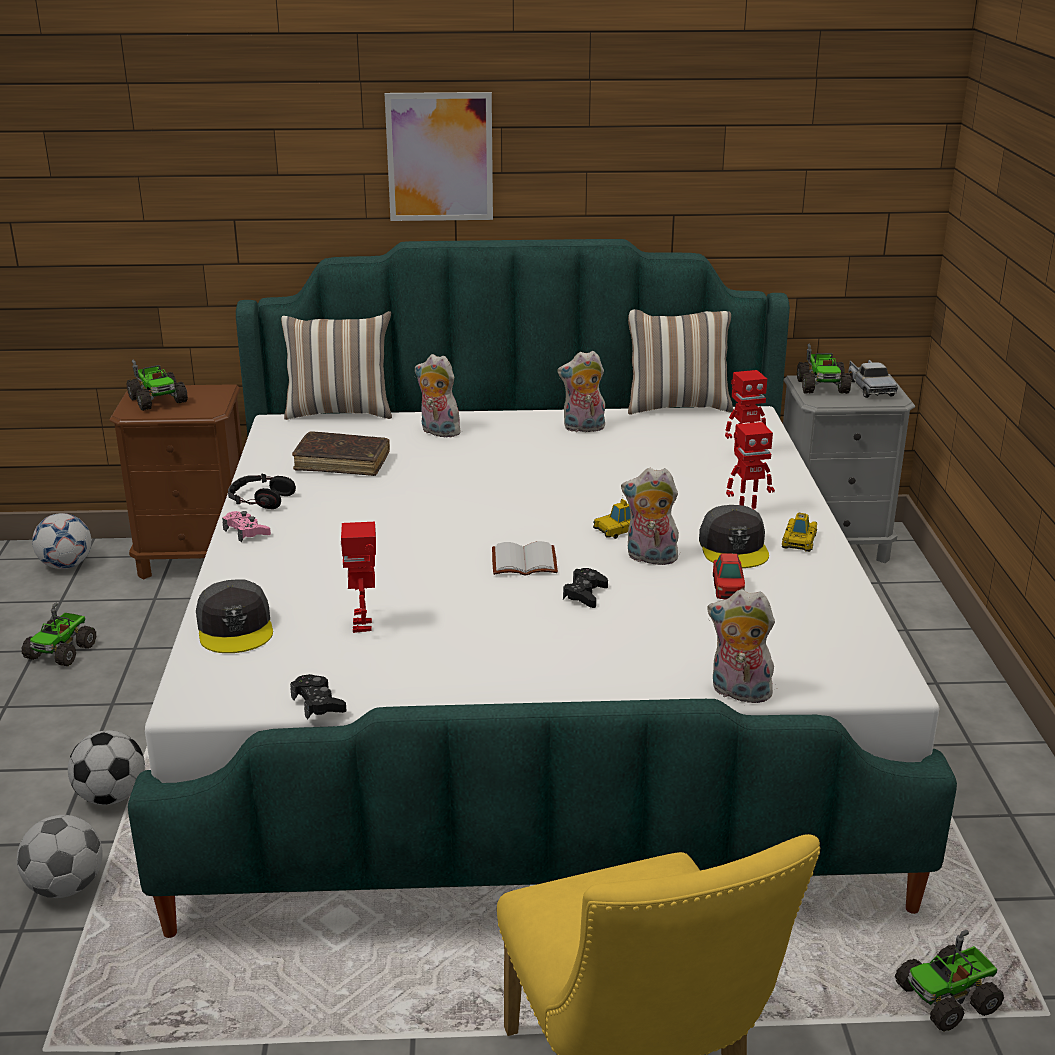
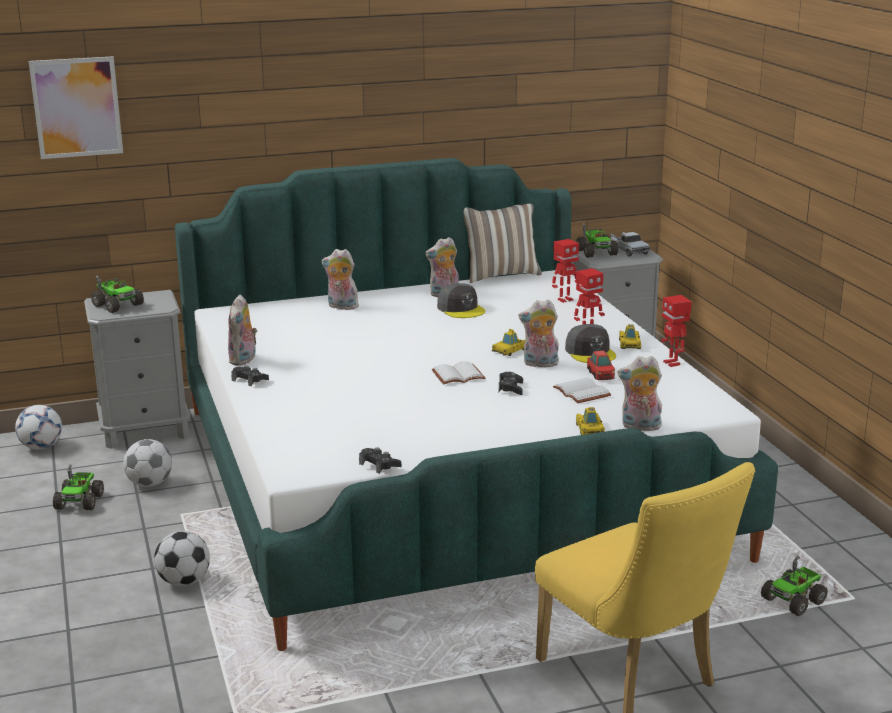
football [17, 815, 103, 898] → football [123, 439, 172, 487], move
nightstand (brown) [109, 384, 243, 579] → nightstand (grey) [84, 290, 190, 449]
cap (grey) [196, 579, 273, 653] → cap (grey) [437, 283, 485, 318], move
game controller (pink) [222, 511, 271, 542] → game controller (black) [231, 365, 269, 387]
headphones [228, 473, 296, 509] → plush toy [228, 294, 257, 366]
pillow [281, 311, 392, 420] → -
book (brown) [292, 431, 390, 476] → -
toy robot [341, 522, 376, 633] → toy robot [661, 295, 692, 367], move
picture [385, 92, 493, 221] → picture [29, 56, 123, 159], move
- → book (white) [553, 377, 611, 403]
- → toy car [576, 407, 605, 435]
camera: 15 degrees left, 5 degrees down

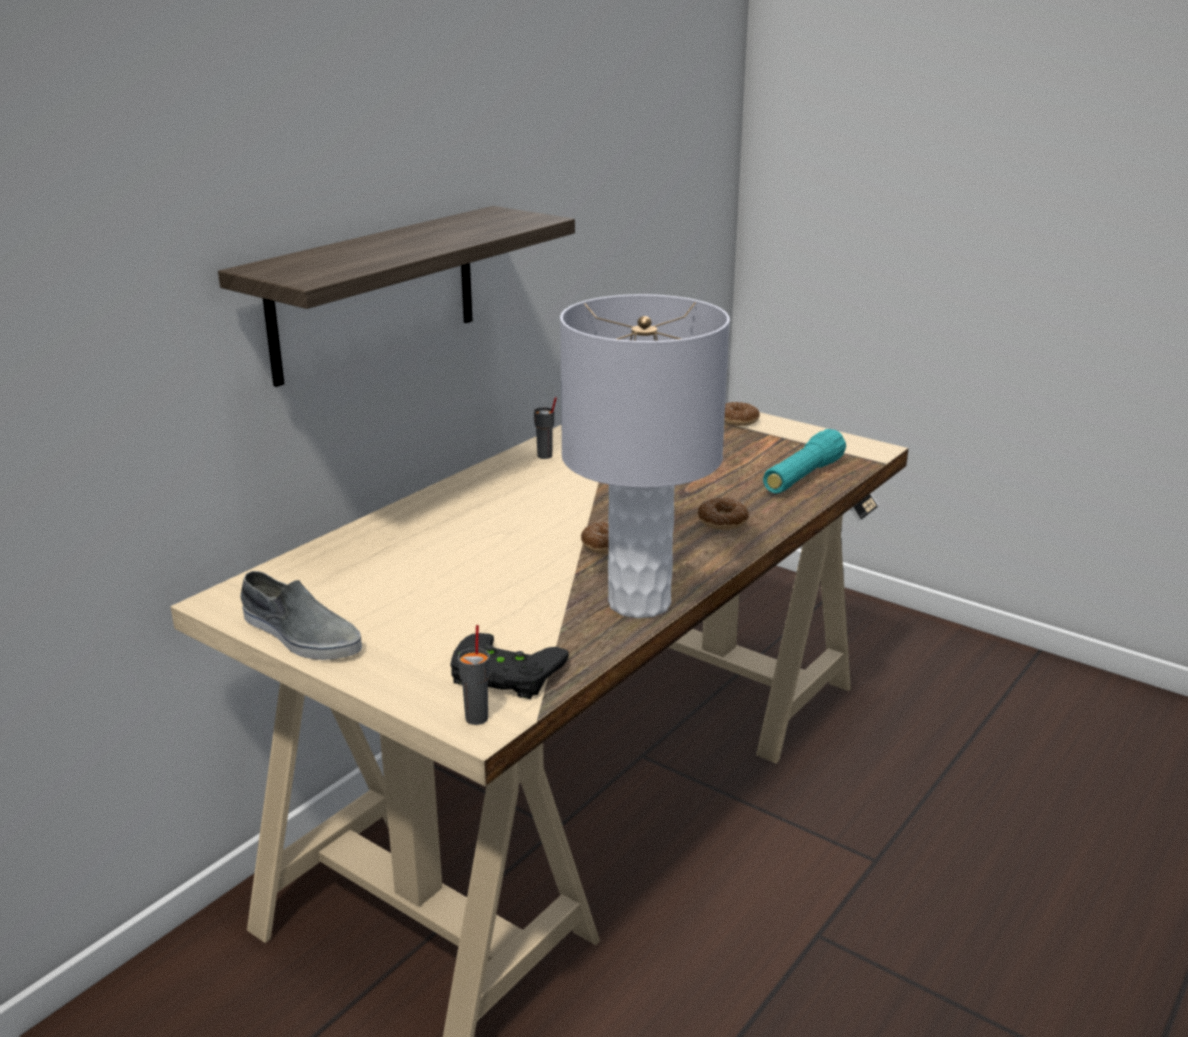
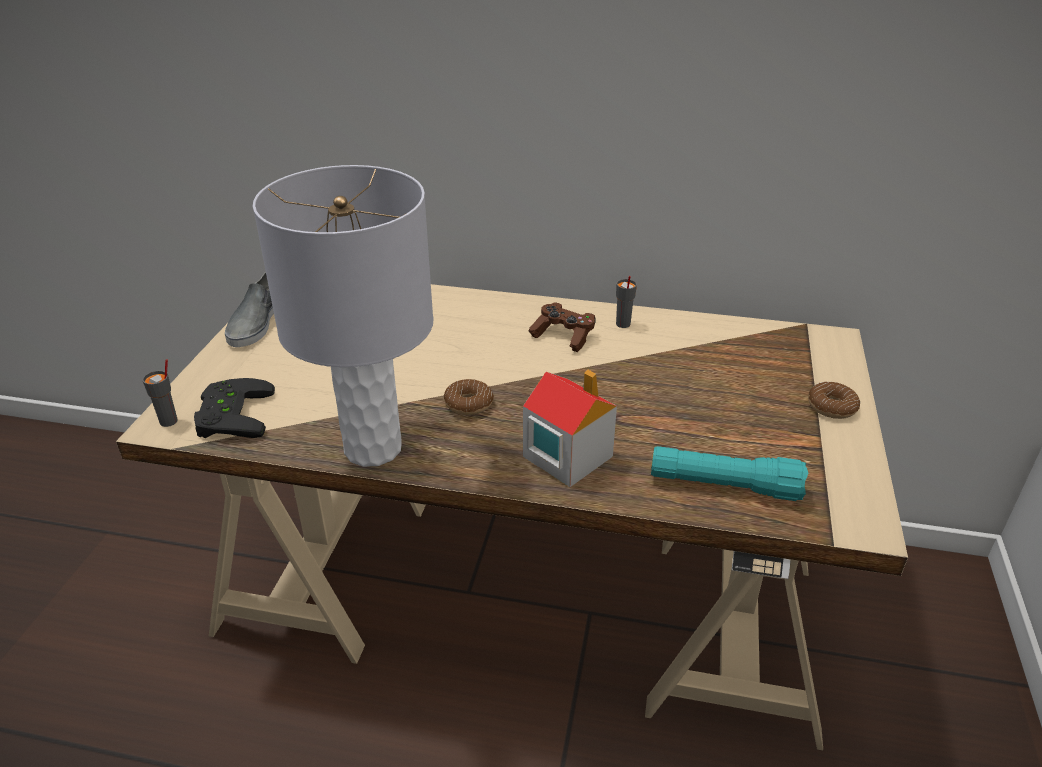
shelf [218, 206, 575, 387] → -
donut [698, 497, 749, 530] → toy house [523, 369, 617, 487]
- → game controller (brown) [528, 302, 596, 352]
camera: 65 degrees right, 10 degrees up

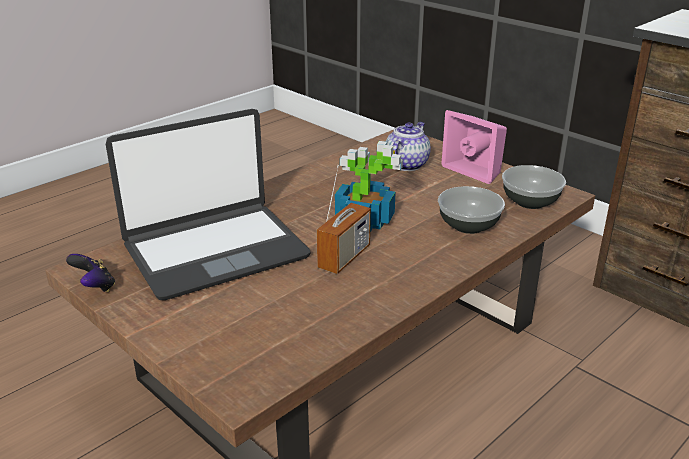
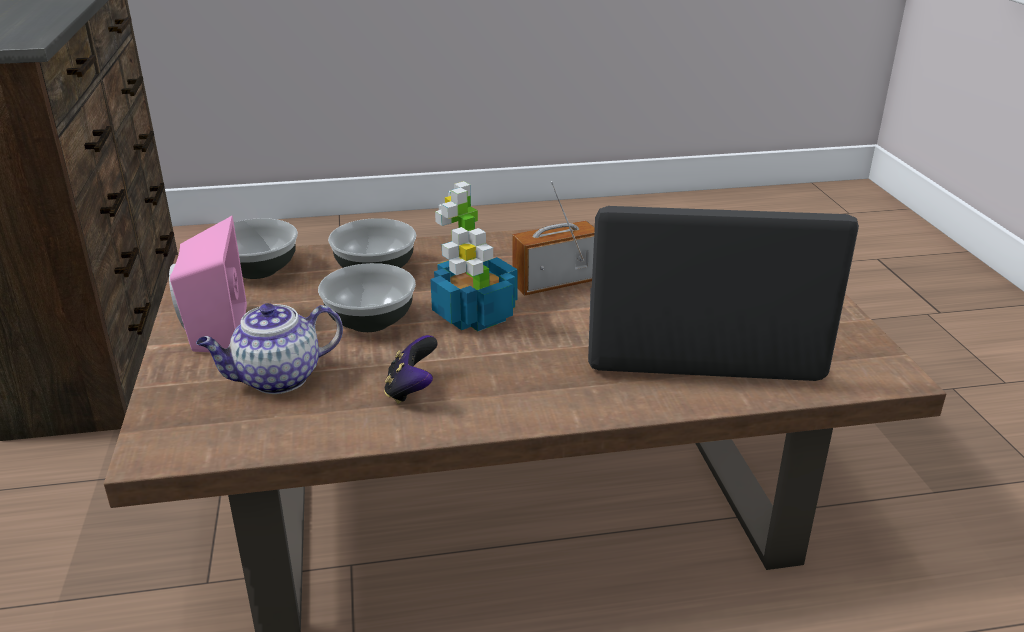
game controller [66, 254, 116, 292] → game controller [384, 335, 438, 404], move
- → bowl [318, 263, 416, 332]
camera: 145 degrees left, 0 degrees up

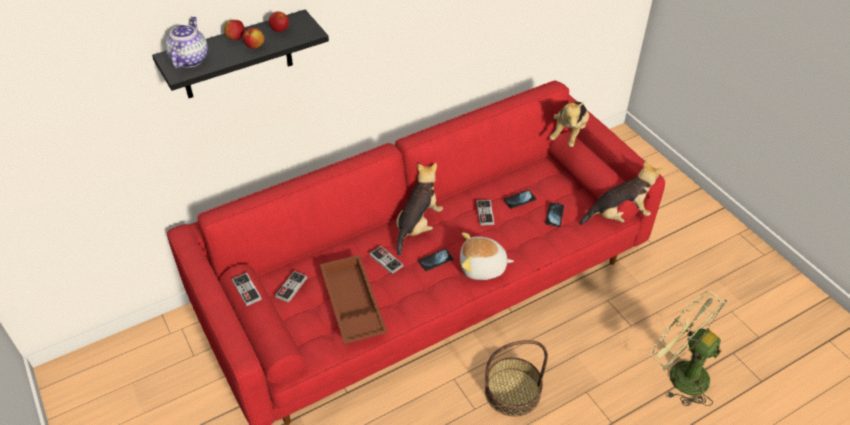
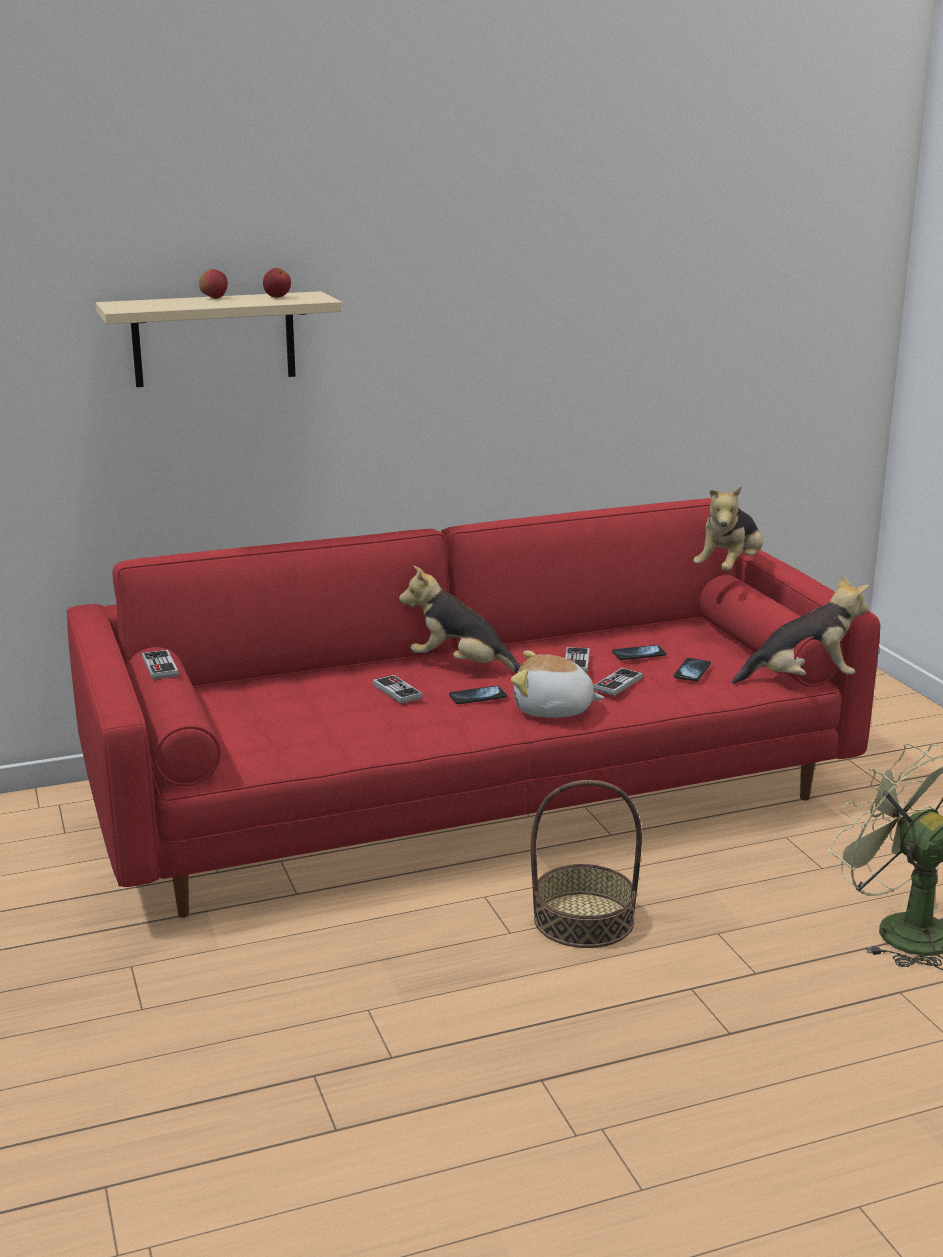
shelf (black) [152, 10, 329, 98] → shelf (beige) [96, 291, 342, 387]
teapot [165, 17, 208, 68] → -
apple [242, 28, 265, 49] → -
game controller [275, 271, 307, 303] → game controller [593, 668, 643, 696], move
tray (brown) [320, 255, 387, 344] → -
plush toy [396, 163, 443, 256] → plush toy [399, 566, 521, 673], 105 degrees counterclockwise
camera: 10 degrees right, 25 degrees down

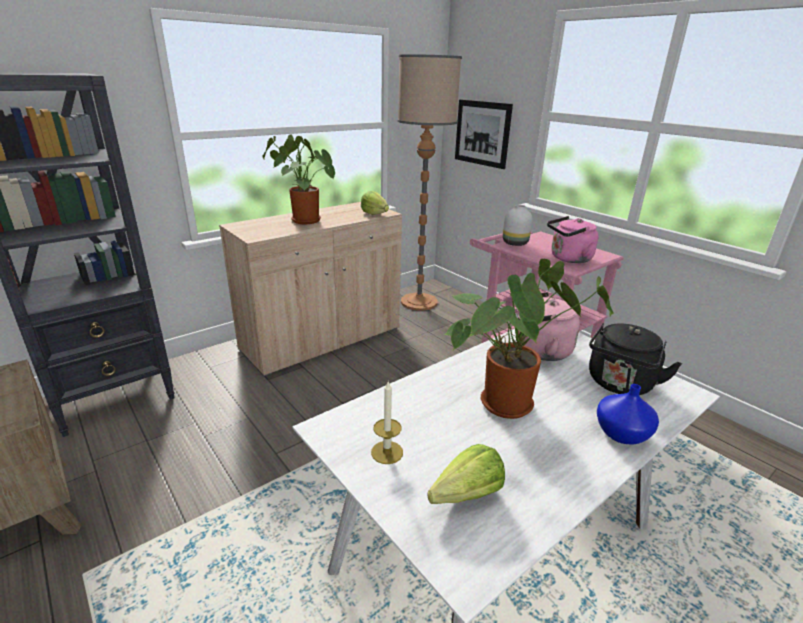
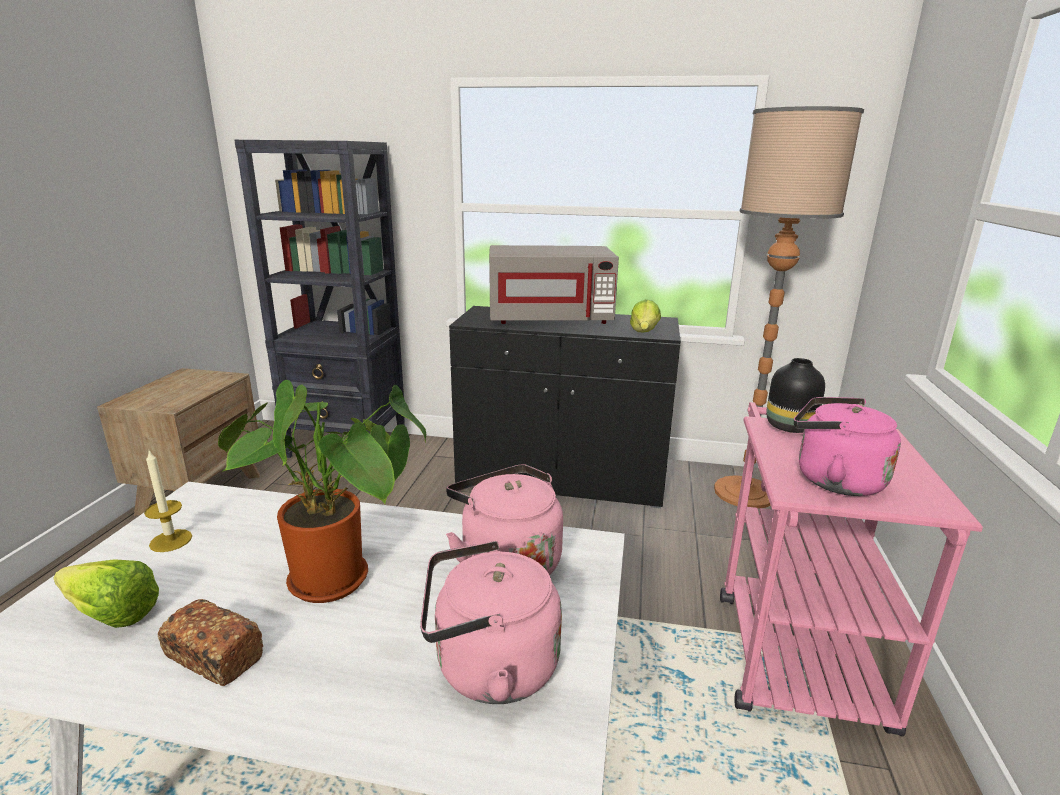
cabinet (beige) [219, 202, 402, 376] → cabinet (black) [449, 306, 680, 508]
potted plant [262, 134, 335, 224] → microwave (grey) [489, 245, 619, 324]
picture [455, 99, 513, 169] → -
vase (white) [503, 205, 533, 246] → vase (black) [766, 358, 825, 433]
kettle (black) [589, 323, 682, 395] → kettle (pink) [420, 541, 562, 704]
vase (blue) [597, 384, 659, 445] → -
- → bread [158, 599, 263, 686]
camera: 50 degrees right, 5 degrees down

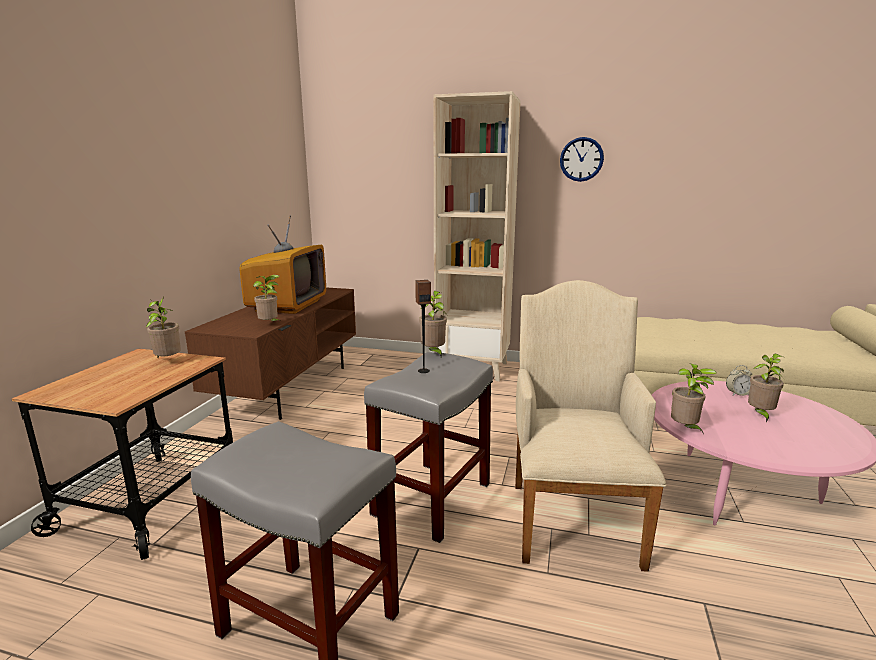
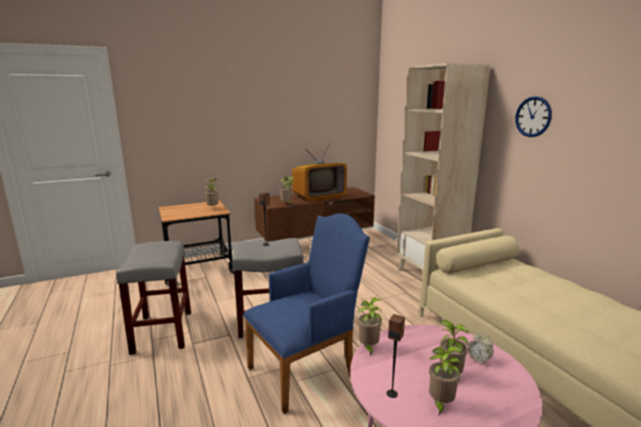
potted plant [419, 291, 447, 357] → potted plant [429, 346, 462, 415], move
armchair (beige) [515, 280, 666, 572] → armchair (blue) [243, 214, 370, 414]
- → speaker [387, 314, 405, 398]
camera: 50 degrees right, 0 degrees up

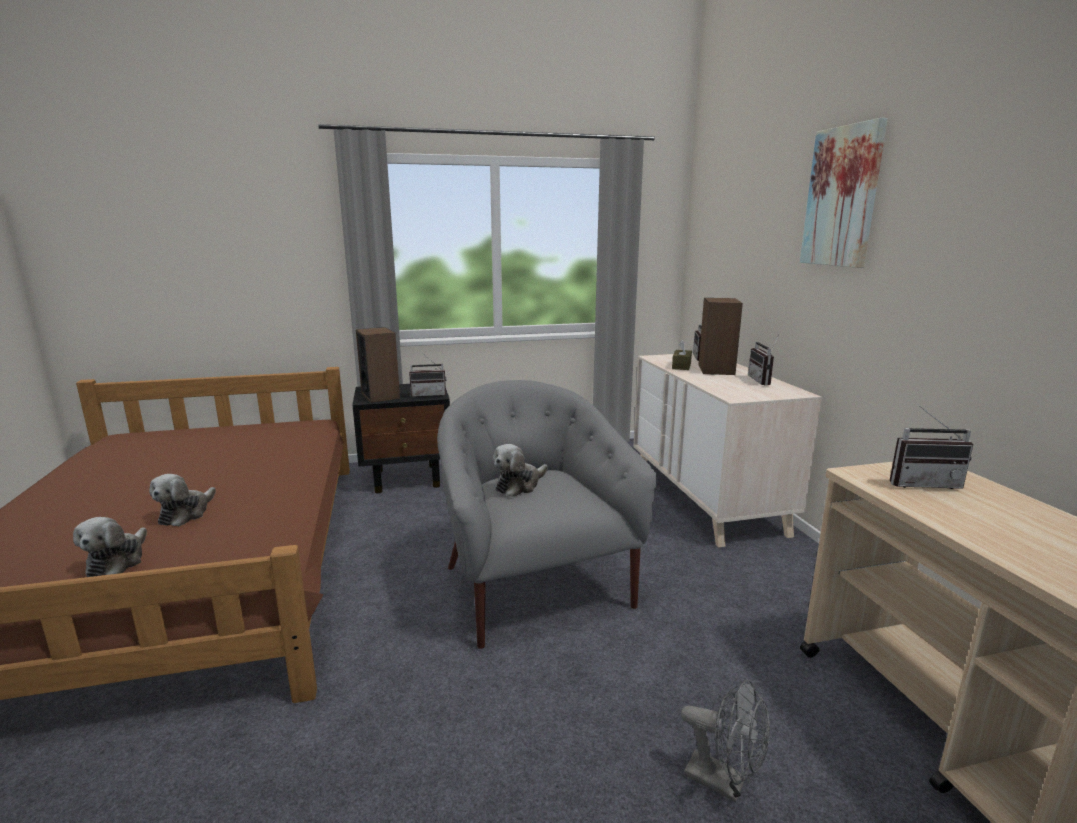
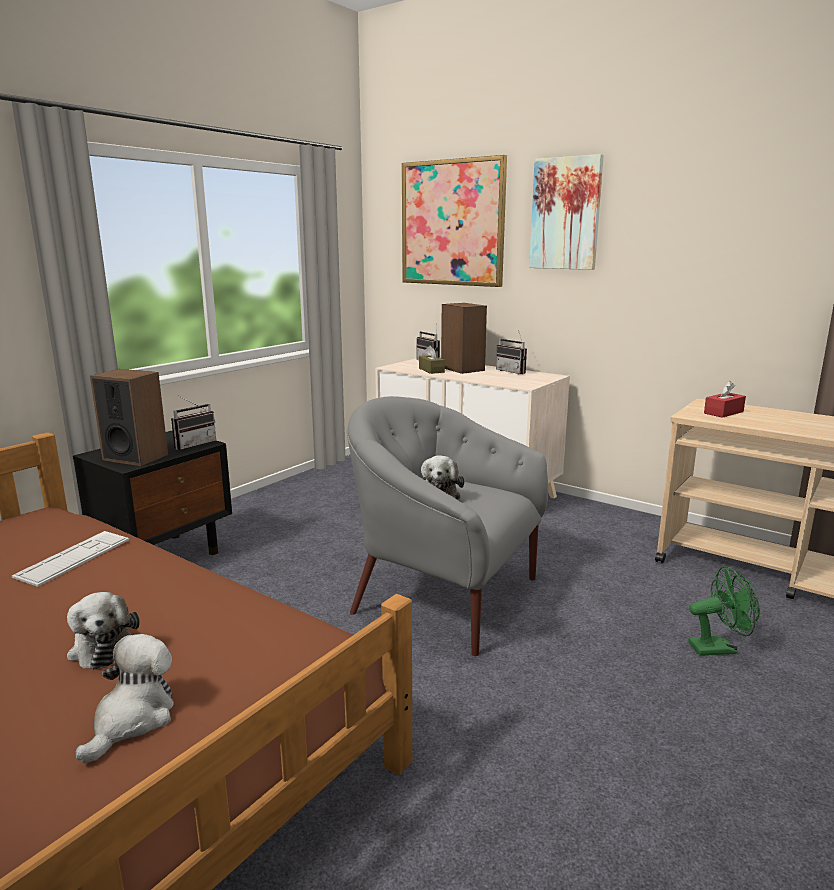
plush toy [73, 517, 147, 577] → plush toy [76, 634, 174, 763], 120 degrees counterclockwise
fan (grey) [681, 680, 770, 803] → fan (green) [688, 566, 760, 656]
radio [890, 406, 973, 489] → tissue box (red) [704, 381, 746, 418]
- → keyboard [12, 531, 129, 587]
- → picture [402, 155, 507, 287]
camera: 40 degrees left, 0 degrees up

